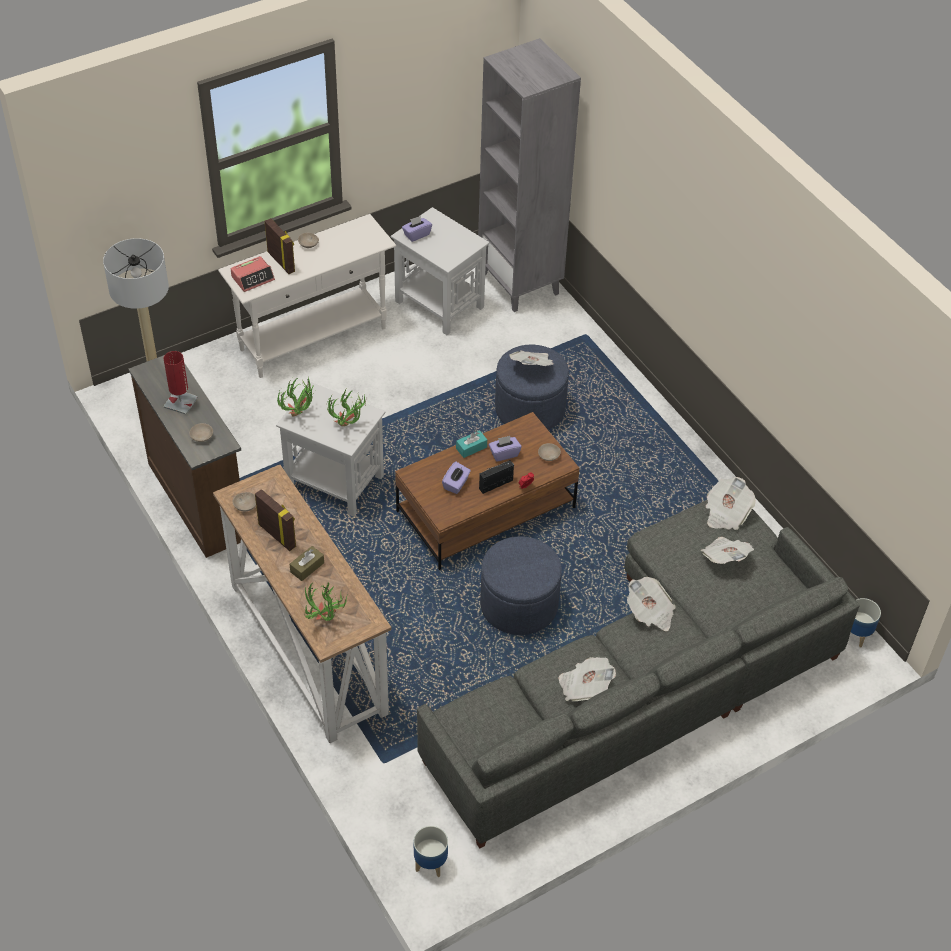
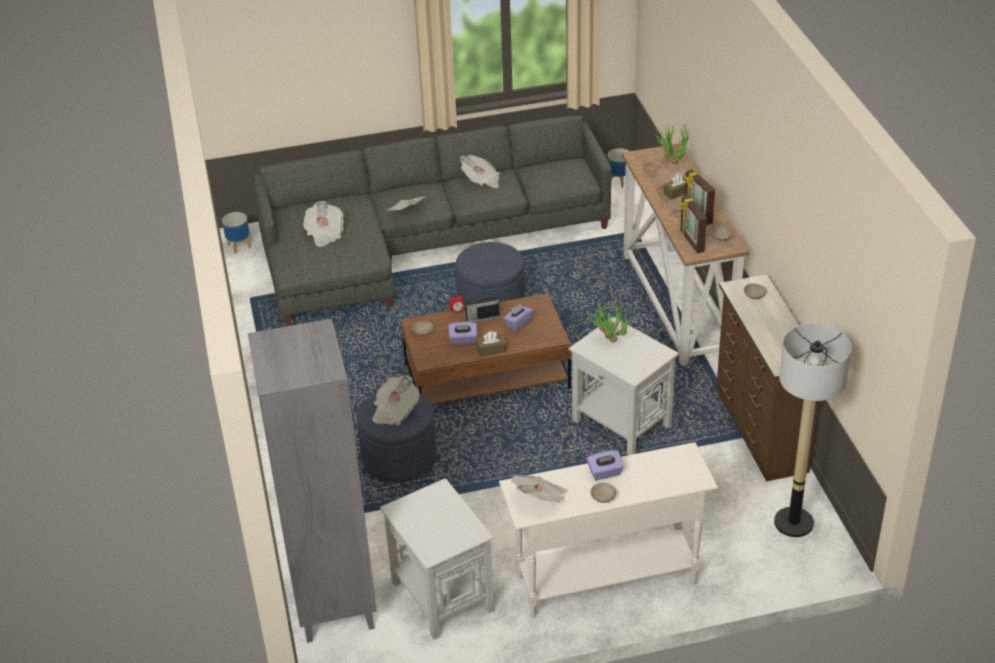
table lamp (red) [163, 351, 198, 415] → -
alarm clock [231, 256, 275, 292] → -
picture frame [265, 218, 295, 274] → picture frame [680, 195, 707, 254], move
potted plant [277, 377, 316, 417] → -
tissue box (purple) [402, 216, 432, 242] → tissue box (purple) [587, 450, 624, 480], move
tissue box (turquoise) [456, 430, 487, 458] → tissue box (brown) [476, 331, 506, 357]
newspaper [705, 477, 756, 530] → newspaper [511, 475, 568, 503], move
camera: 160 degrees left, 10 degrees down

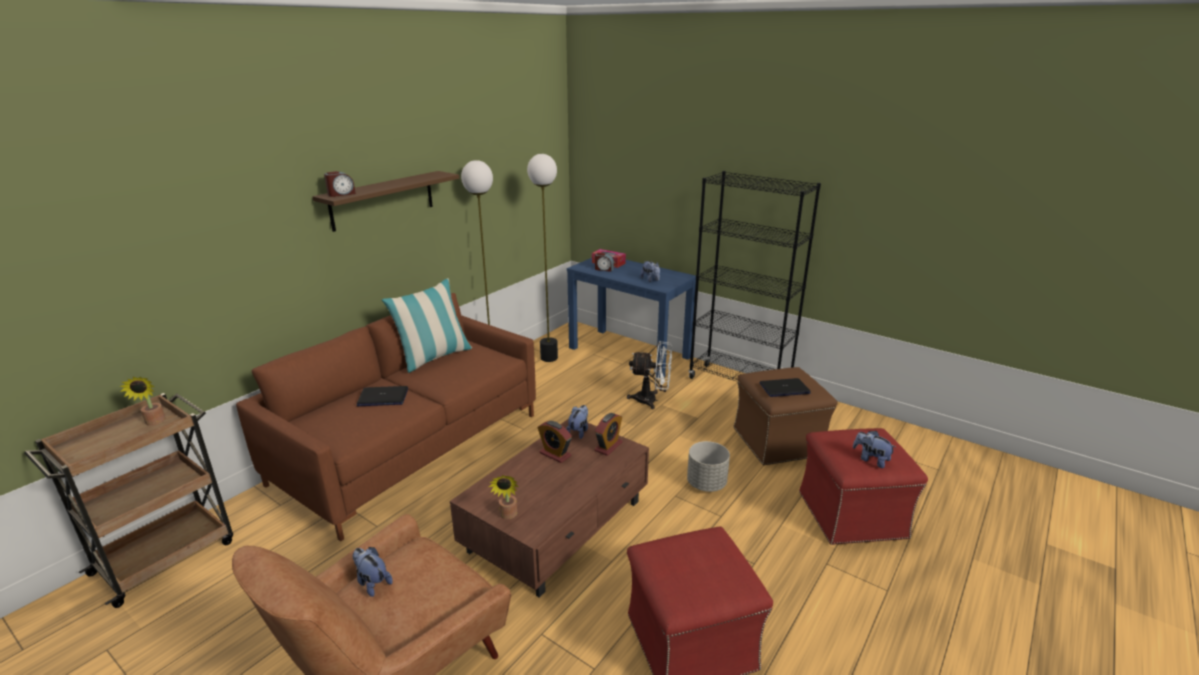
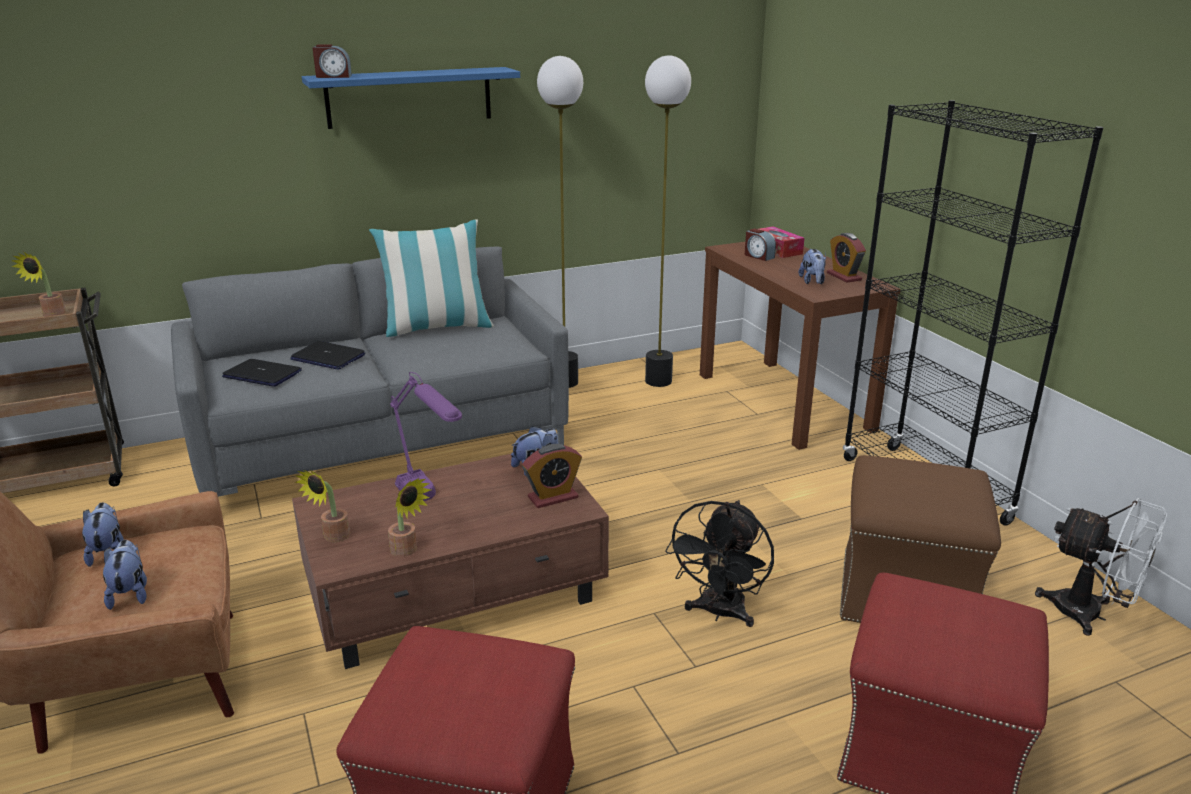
sofa (brown) [236, 293, 536, 541] → sofa (grey) [171, 246, 569, 497]
shelf (brown) [312, 171, 459, 232] → shelf (blue) [302, 67, 520, 129]
alarm clock [538, 421, 572, 463] → alarm clock [827, 233, 866, 282], move
console table (blue) [567, 258, 696, 378] → console table (brown) [700, 242, 901, 450]
fan (white) [627, 341, 672, 410] → fan (white) [1035, 498, 1168, 636], move
planter (grey) [687, 441, 730, 492] → fan (black) [665, 500, 774, 627]
laptop [760, 378, 811, 397] → laptop [222, 359, 302, 387], move
plush toy [853, 431, 897, 468] → plush toy [103, 540, 147, 610], move
- → potted plant [388, 478, 431, 557]
- → table lamp (purple) [390, 372, 462, 501]
camera: 30 degrees right, 0 degrees up

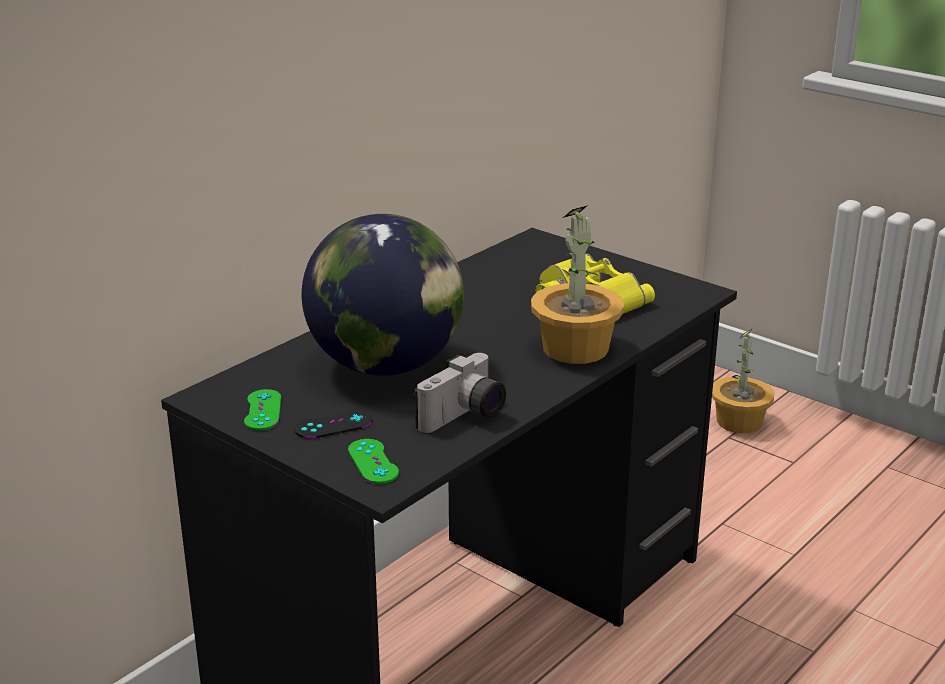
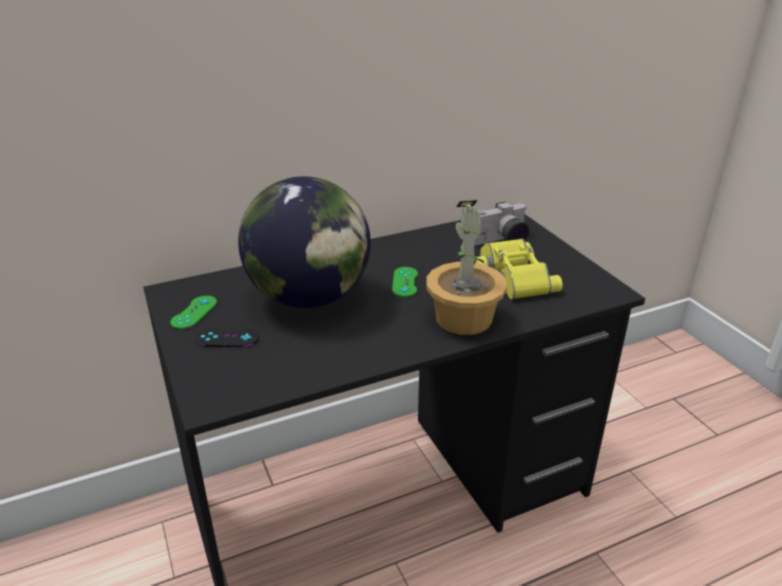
game controller (green) [348, 439, 399, 484] → game controller (green) [392, 267, 418, 297], move
photo camera [413, 353, 506, 433] → photo camera [474, 201, 529, 246], move
potted plant [712, 328, 775, 433] → -
camera: 25 degrees right, 5 degrees up

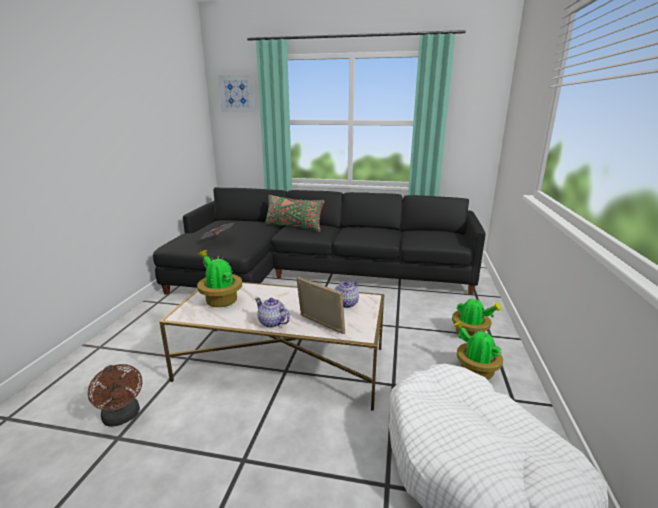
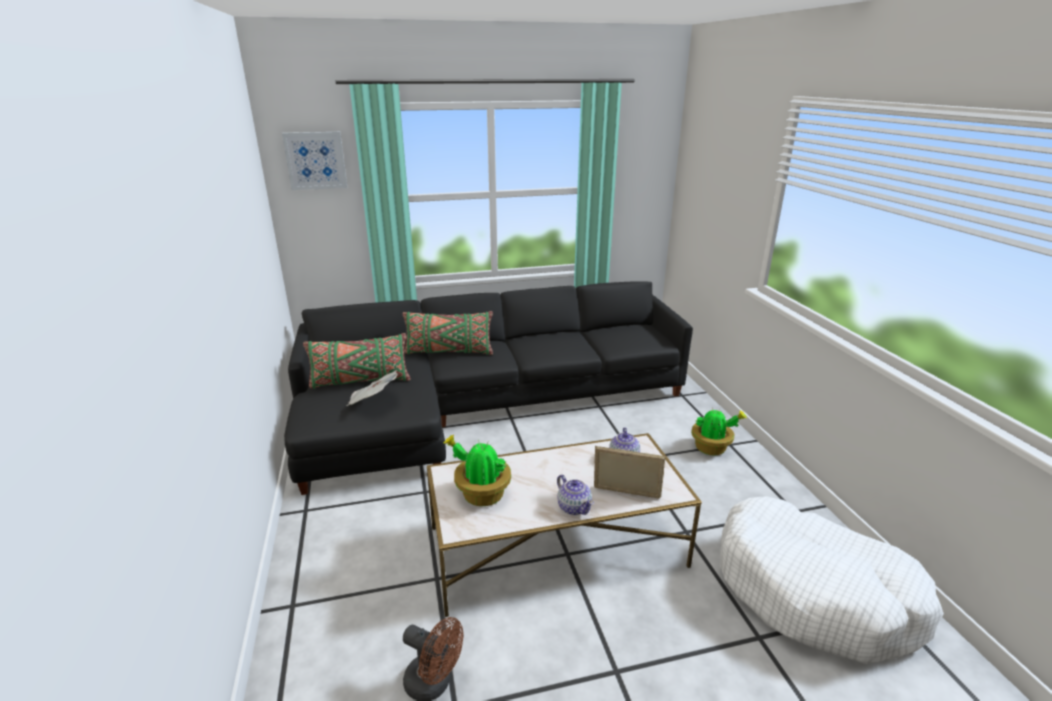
teapot [255, 297, 290, 328] → teapot [557, 475, 594, 515], 135 degrees counterclockwise
potted plant [453, 321, 503, 380] → -
- → pillow (green) [303, 333, 410, 389]
camera: 25 degrees left, 5 degrees up

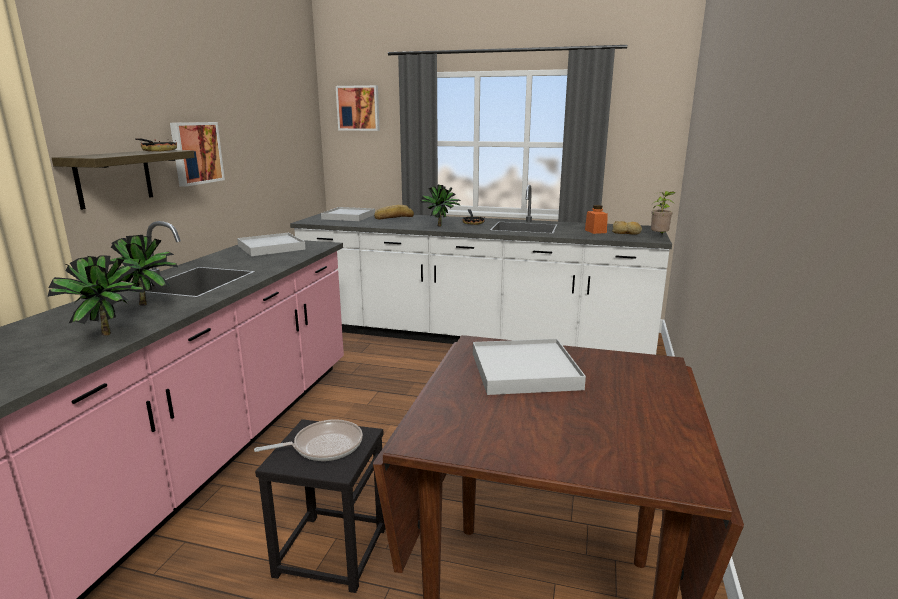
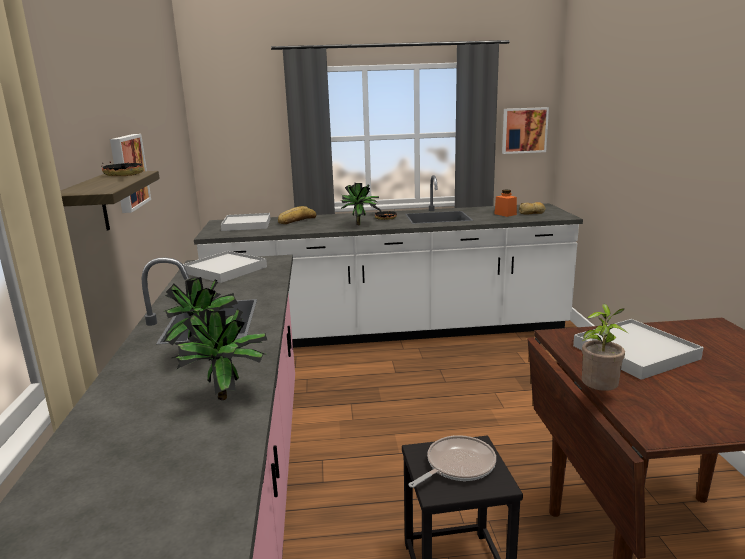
picture [336, 85, 380, 131] → picture [502, 107, 549, 154], move
potted plant [651, 191, 676, 235] → potted plant [582, 304, 628, 391], move
camera: 20 degrees left, 0 degrees up

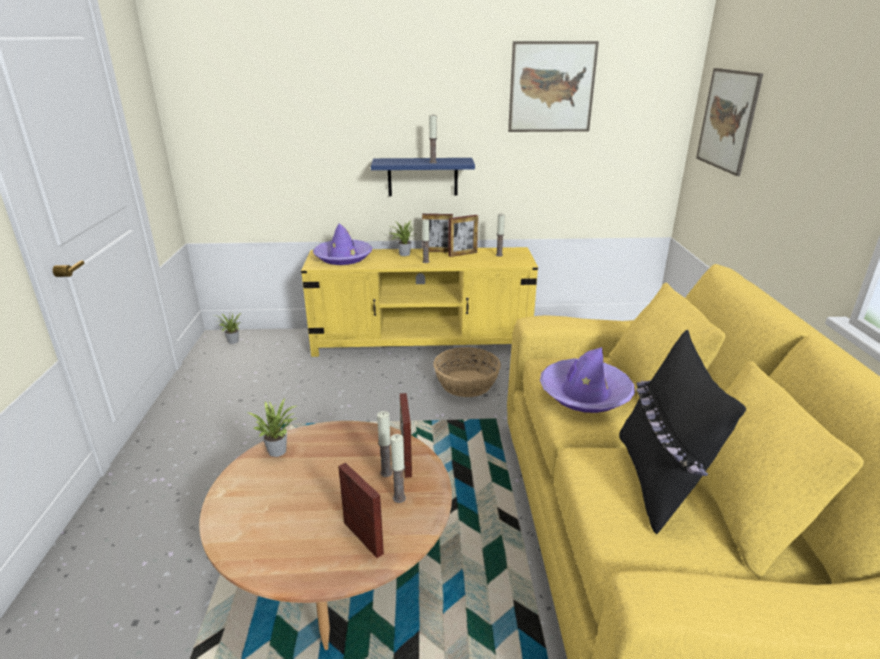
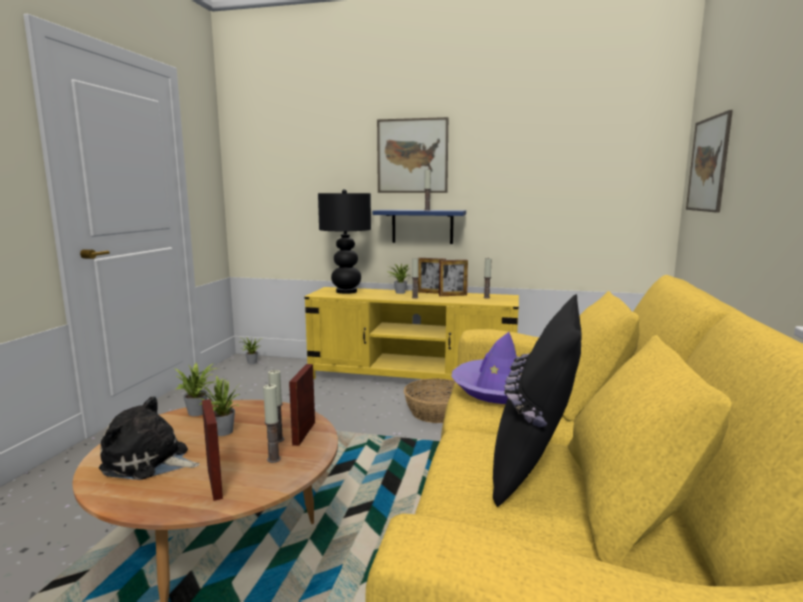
hat (purple) [313, 223, 372, 265] → table lamp (black) [318, 189, 371, 294]
picture [508, 41, 599, 132] → picture [377, 117, 448, 193], move
- → plush toy [99, 396, 200, 480]
- → potted plant [195, 376, 241, 436]
camera: 15 degrees right, 15 degrees down

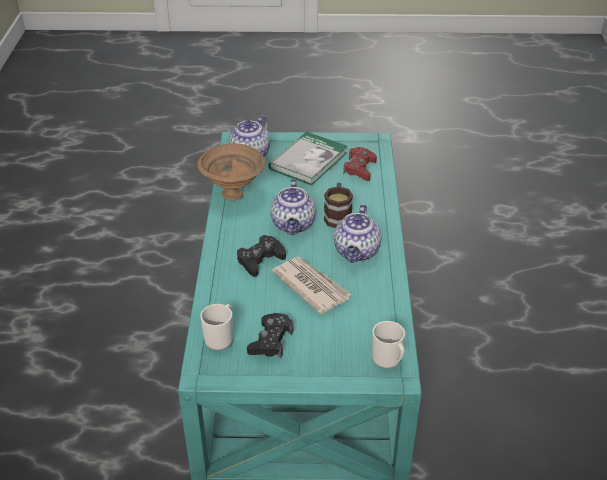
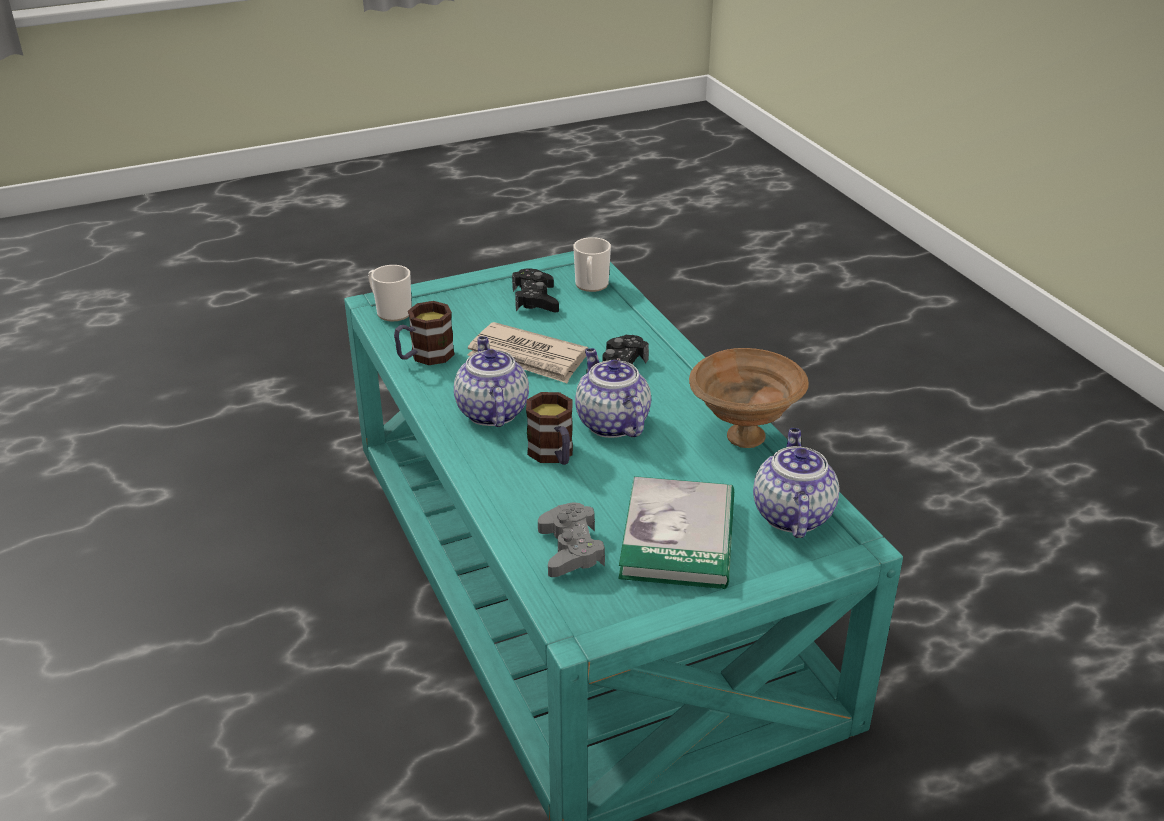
game controller (red) [343, 147, 377, 181] → game controller (grey) [538, 502, 605, 577]
- → mug [394, 301, 455, 365]
camera: 155 degrees right, 5 degrees down

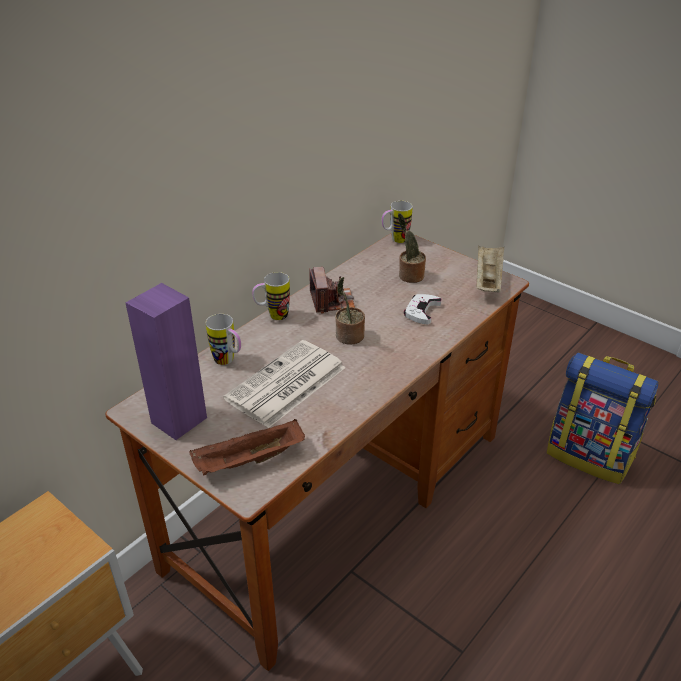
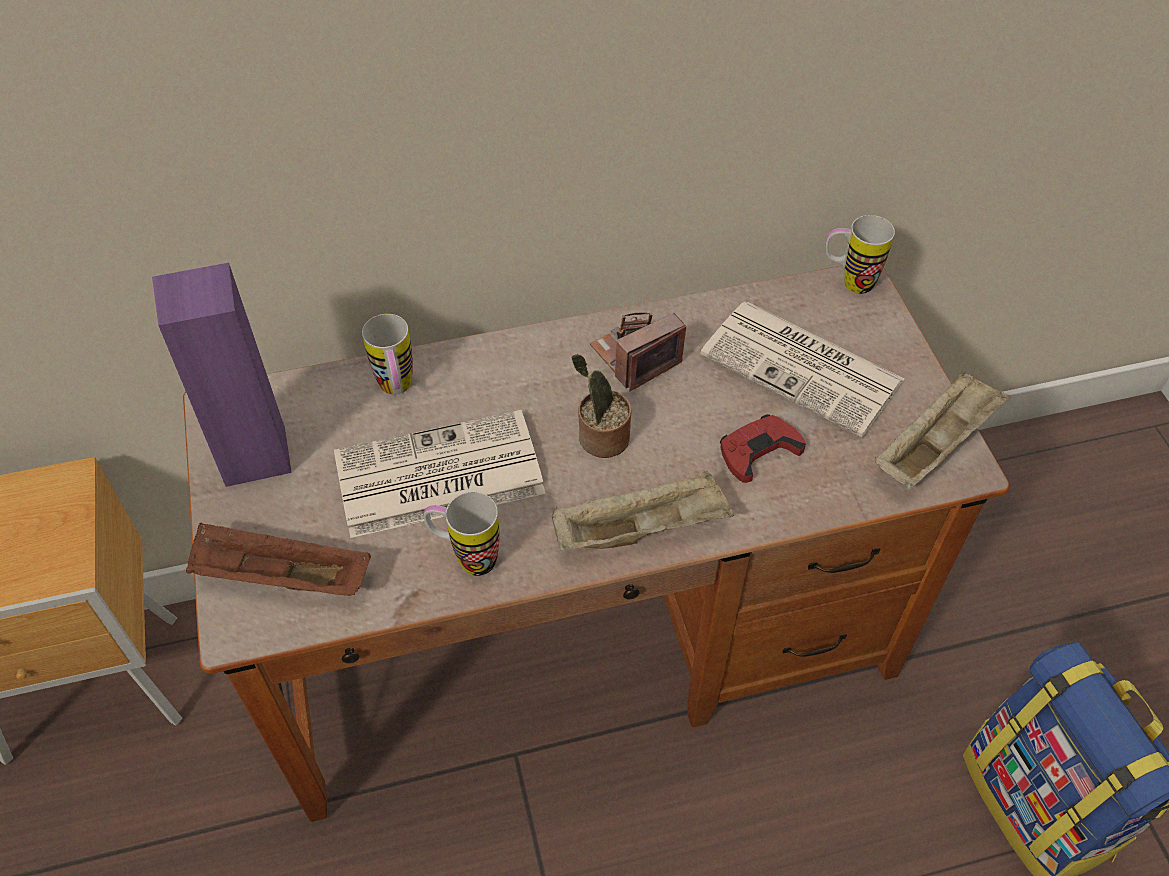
mug [252, 272, 290, 320] → mug [424, 492, 500, 576], move
photo camera [309, 267, 355, 314] → photo camera [590, 313, 686, 391], 150 degrees counterclockwise
potted plant [398, 213, 426, 283] → newspaper [700, 302, 905, 437]
game controller (white) [404, 294, 441, 324] → game controller (red) [720, 414, 806, 483]
- → tray (beige) [552, 471, 734, 551]
camera: 35 degrees right, 15 degrees up

